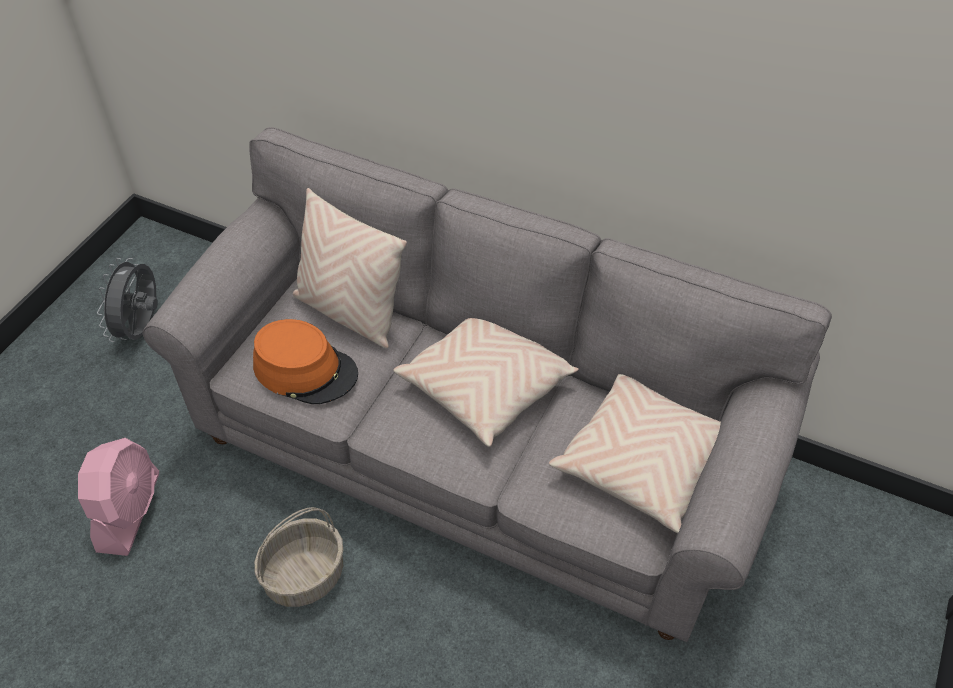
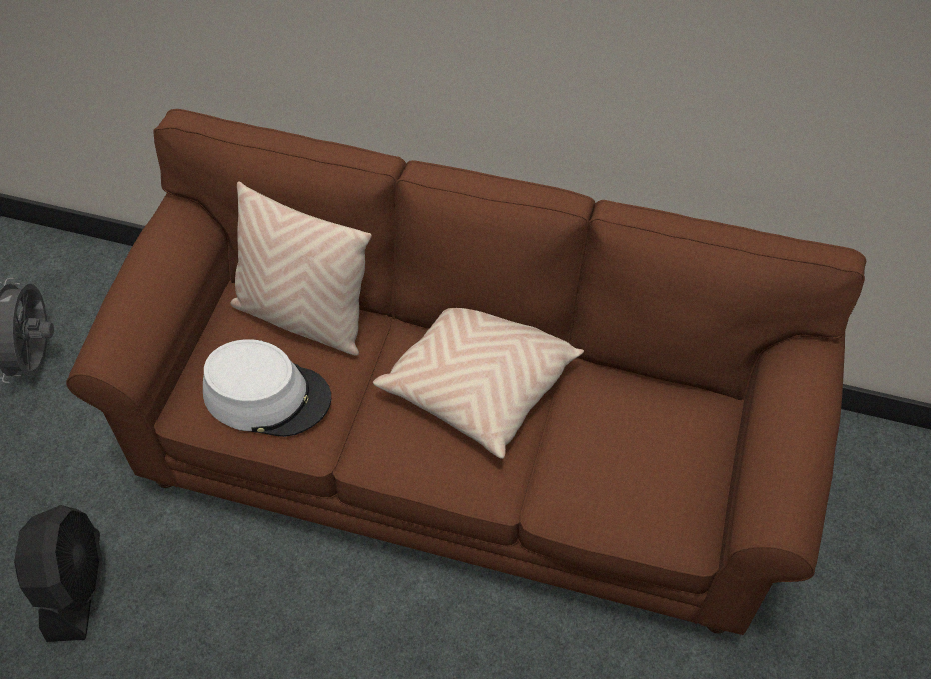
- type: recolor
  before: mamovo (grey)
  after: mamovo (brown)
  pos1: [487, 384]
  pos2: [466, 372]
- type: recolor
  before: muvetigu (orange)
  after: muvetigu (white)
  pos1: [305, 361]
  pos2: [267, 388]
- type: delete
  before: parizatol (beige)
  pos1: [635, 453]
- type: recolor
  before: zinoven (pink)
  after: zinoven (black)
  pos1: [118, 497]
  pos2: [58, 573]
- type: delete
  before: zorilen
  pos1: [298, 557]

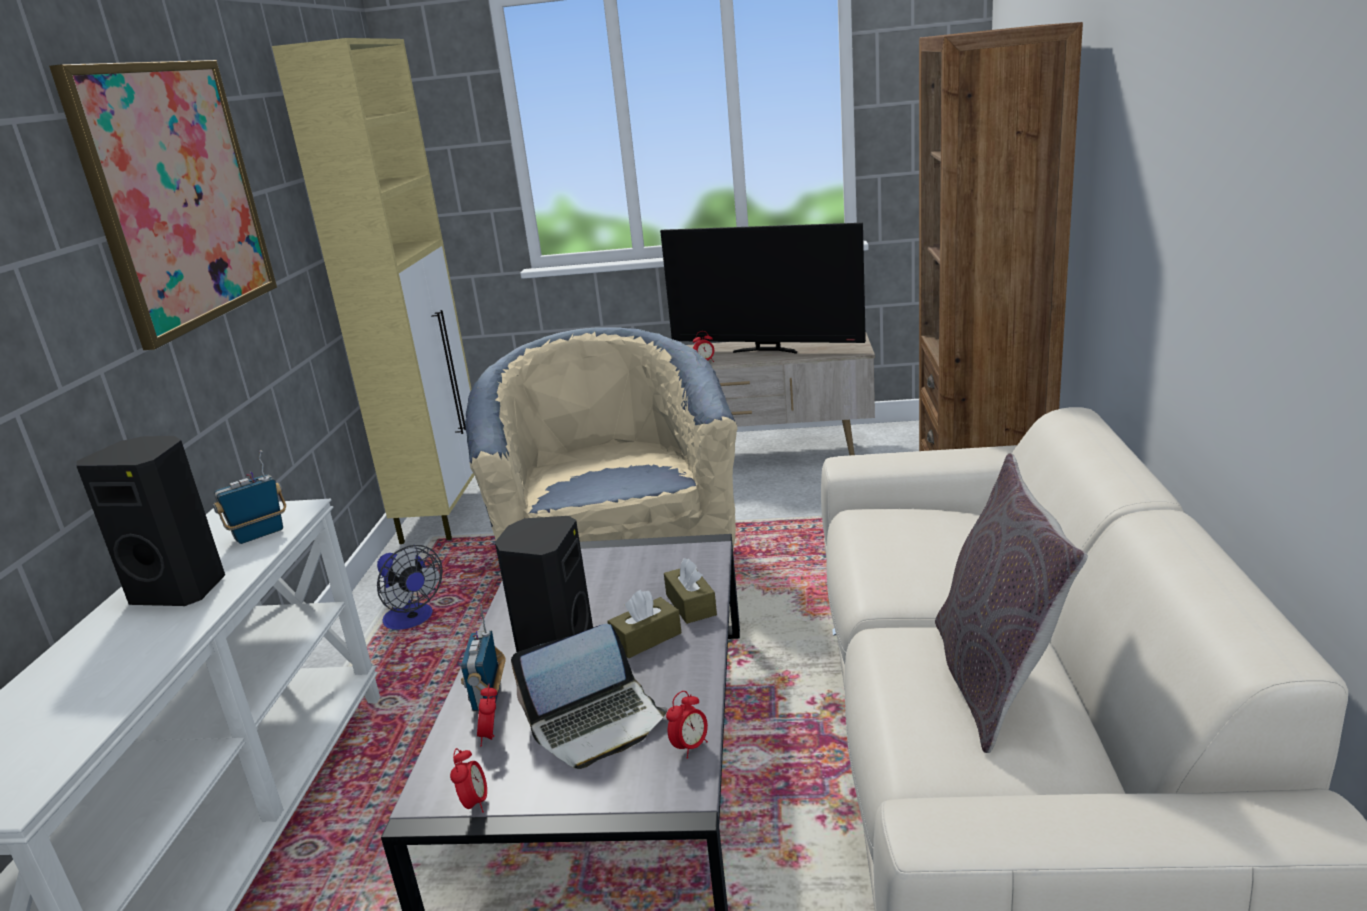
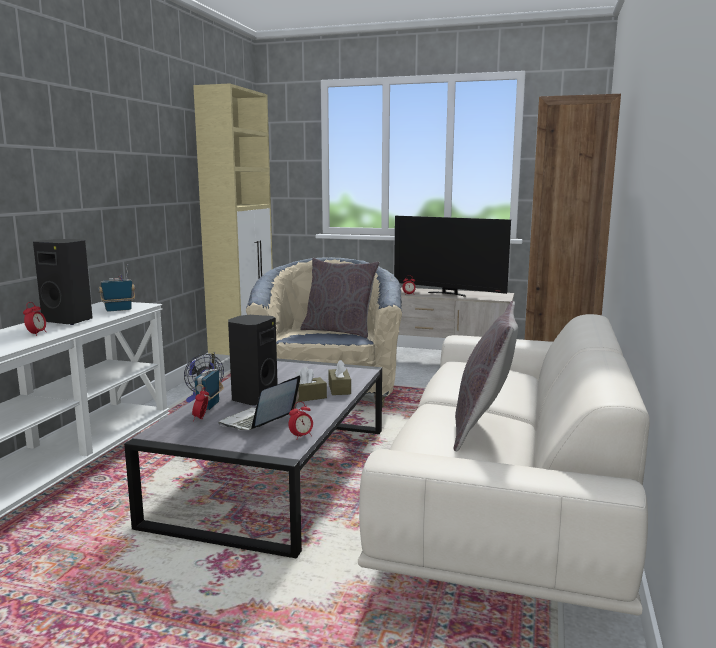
- type: delete
  before: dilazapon
  pos1: [163, 205]
- type: rotate
  before: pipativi
  pos1: [589, 696]
  pos2: [259, 402]
  turn: 135
- type: move
  before: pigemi
  pos1: [468, 780]
  pos2: [34, 319]
- type: insert
  after: parizatol (grey)
  pos2: [340, 298]

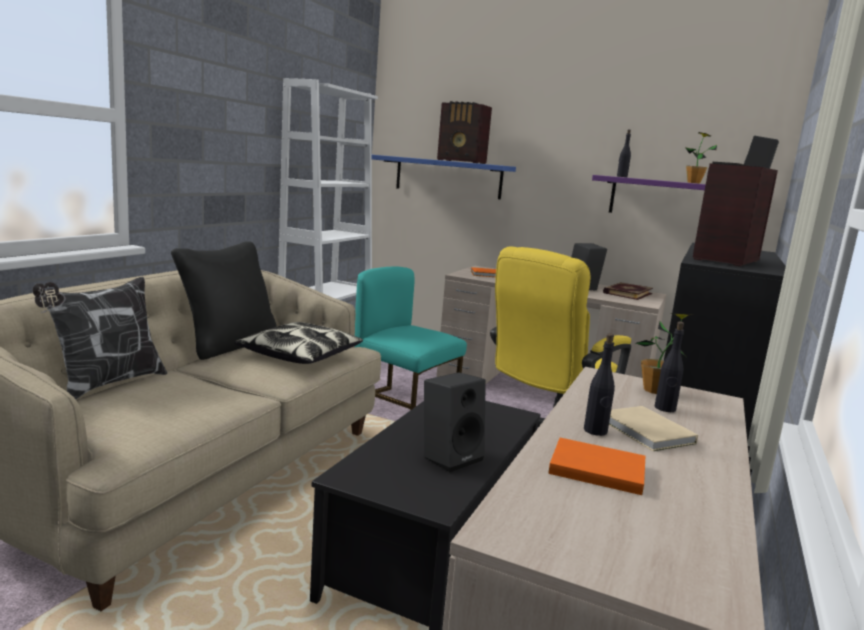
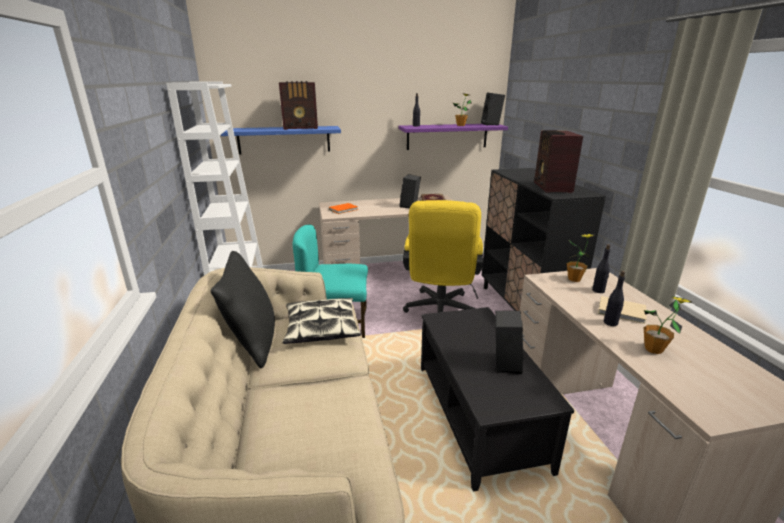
- type: delete
  before: parizatol
  pos1: [99, 338]
- type: replace
  before: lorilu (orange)
  after: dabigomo
  pos1: [596, 466]
  pos2: [668, 325]

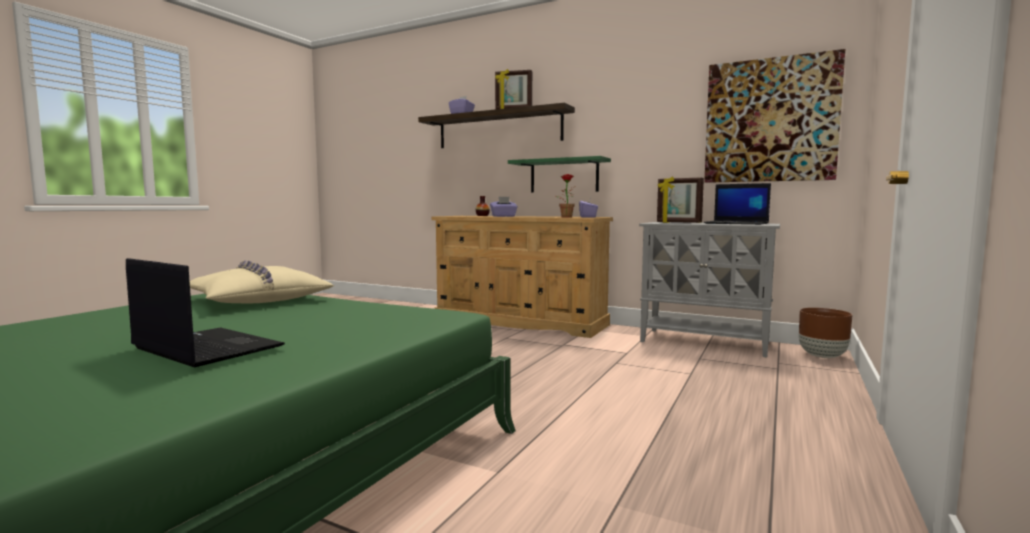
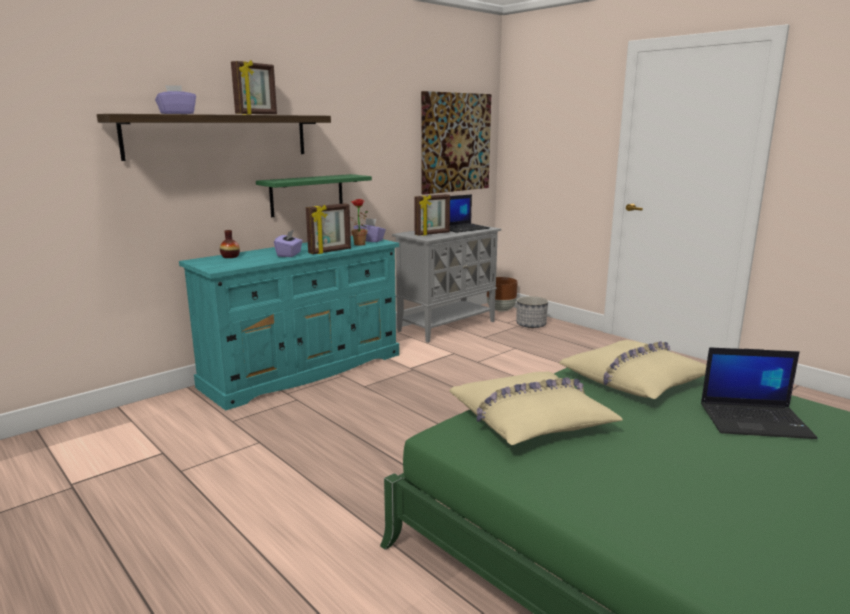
- type: recolor
  before: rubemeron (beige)
  after: rubemeron (turquoise)
  pos1: [522, 277]
  pos2: [289, 323]
- type: rotate
  before: pipativi
  pos1: [205, 313]
  pos2: [759, 393]
  turn: -135
- type: insert
  after: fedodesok
  pos2: [328, 228]
- type: insert
  after: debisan
  pos2: [532, 312]
- type: insert
  after: parizatol (beige)
  pos2: [632, 369]

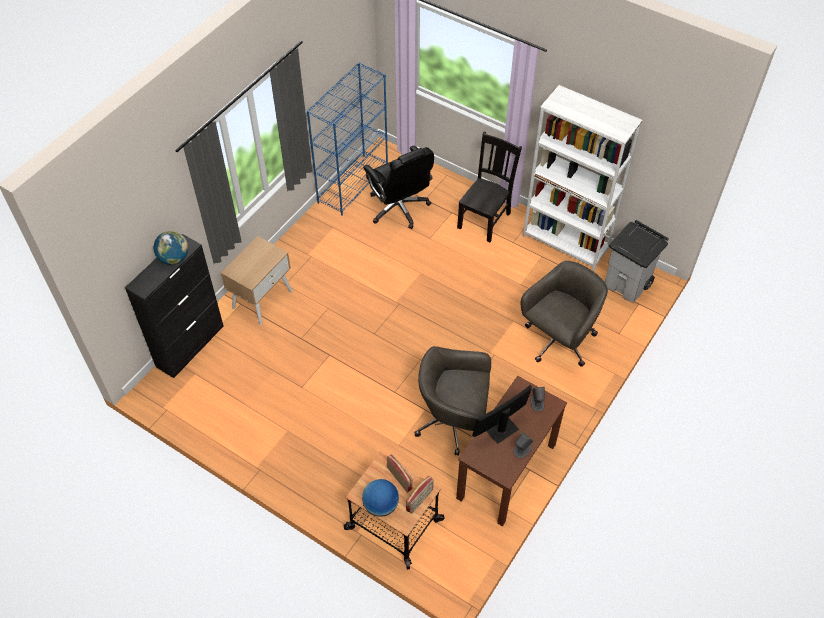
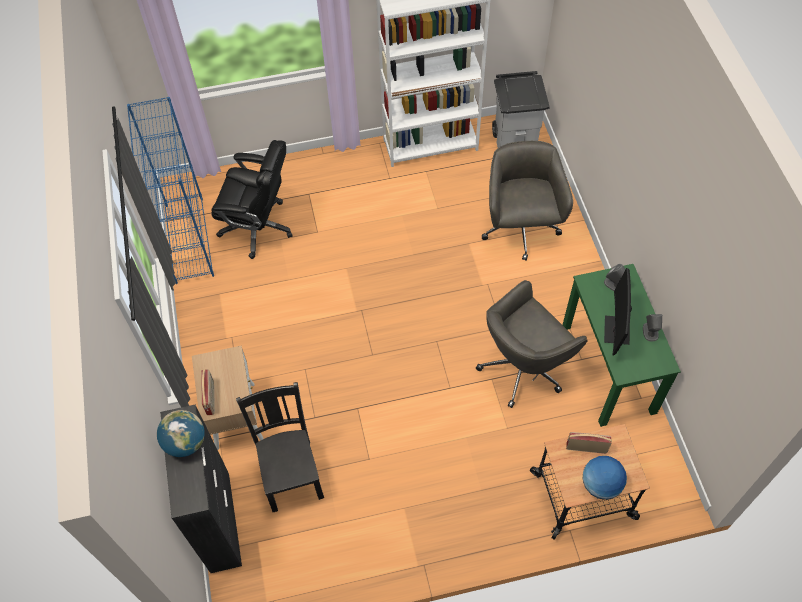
- type: move
  before: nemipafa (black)
  pos1: [489, 187]
  pos2: [280, 447]
- type: recolor
  before: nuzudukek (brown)
  after: nuzudukek (green)
  pos1: [511, 451]
  pos2: [622, 345]
- type: move
  before: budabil
  pos1: [420, 495]
  pos2: [208, 392]

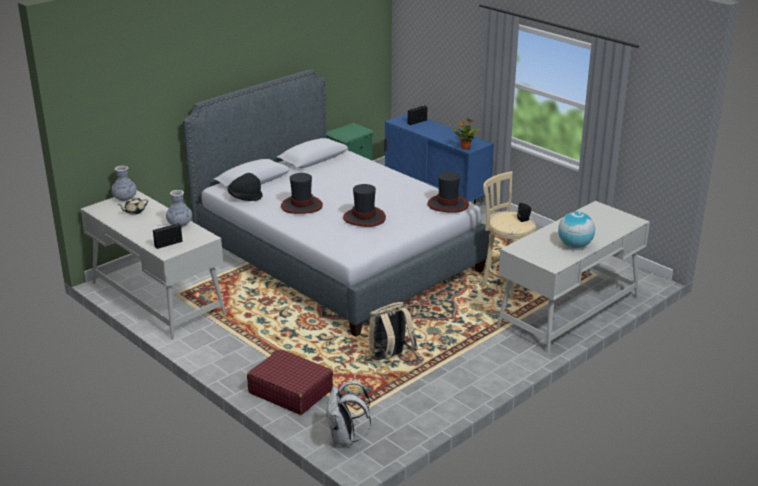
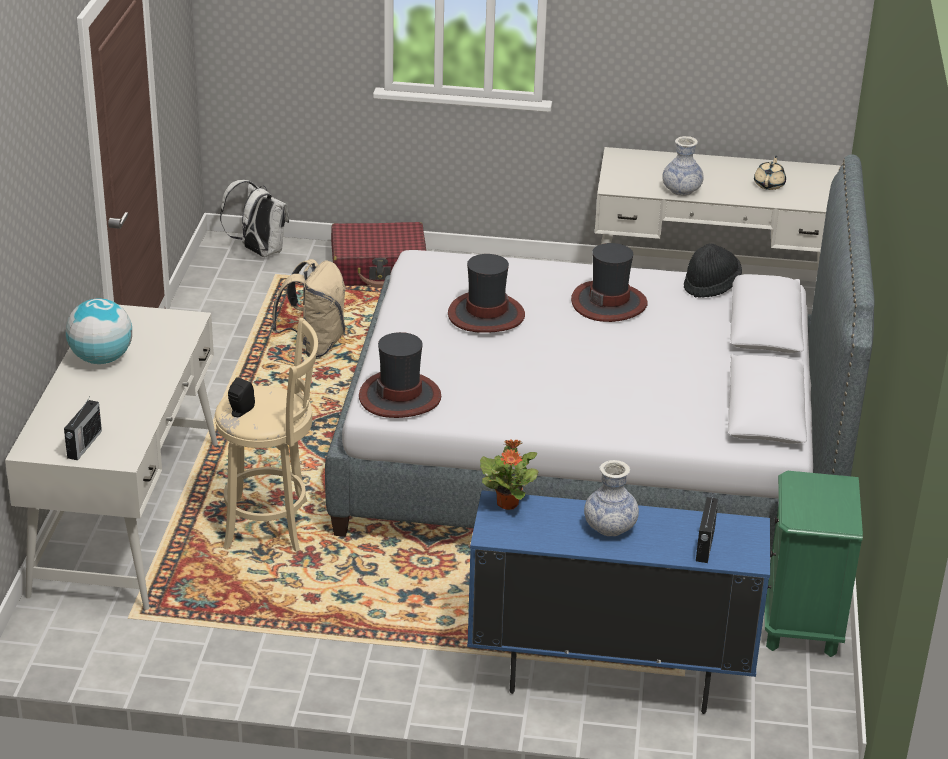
- type: move
  before: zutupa
  pos1: [124, 183]
  pos2: [611, 498]
- type: move
  before: budabil
  pos1: [168, 236]
  pos2: [83, 429]

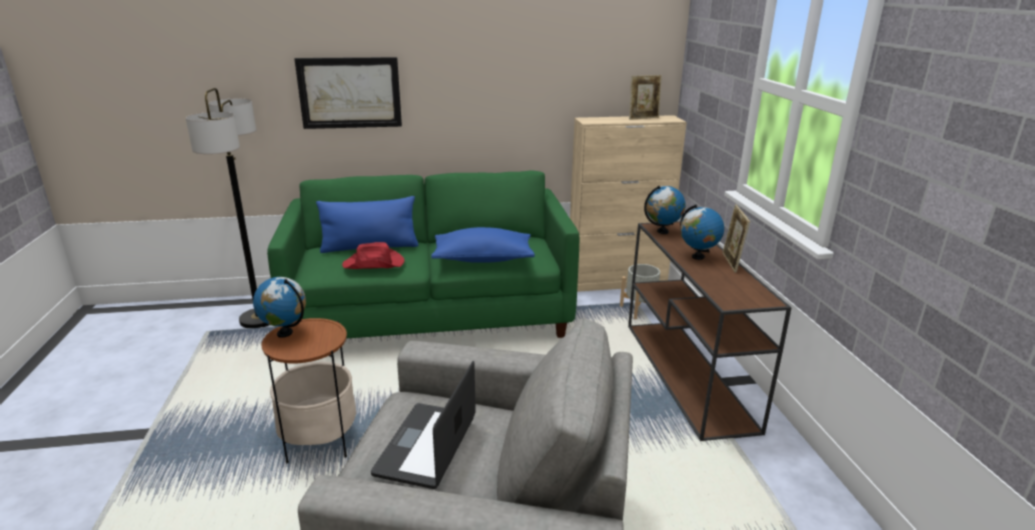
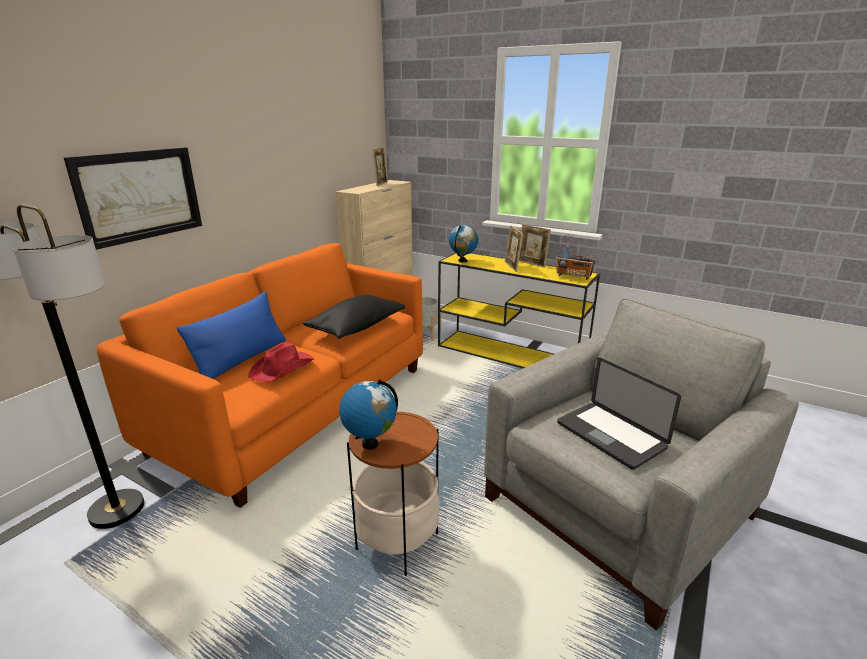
- type: recolor
  before: mamovo (green)
  after: mamovo (orange)
  pos1: [423, 255]
  pos2: [260, 375]
- type: replace
  before: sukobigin
  after: fedodesok
  pos1: [702, 232]
  pos2: [514, 248]
- type: recolor
  before: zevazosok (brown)
  after: zevazosok (yellow)
  pos1: [710, 331]
  pos2: [519, 310]
- type: recolor
  before: parizatol (blue)
  after: parizatol (black)
  pos1: [483, 245]
  pos2: [354, 317]
- type: insert
  after: budabil
  pos2: [575, 257]

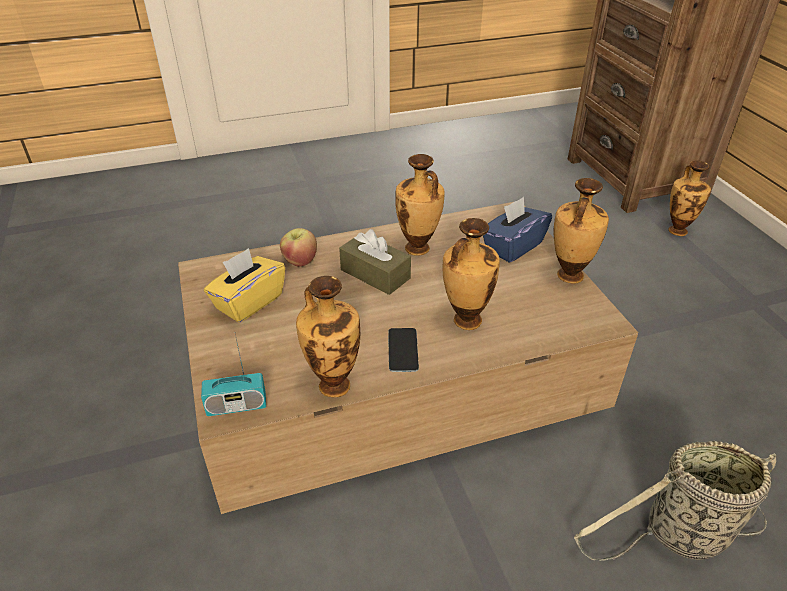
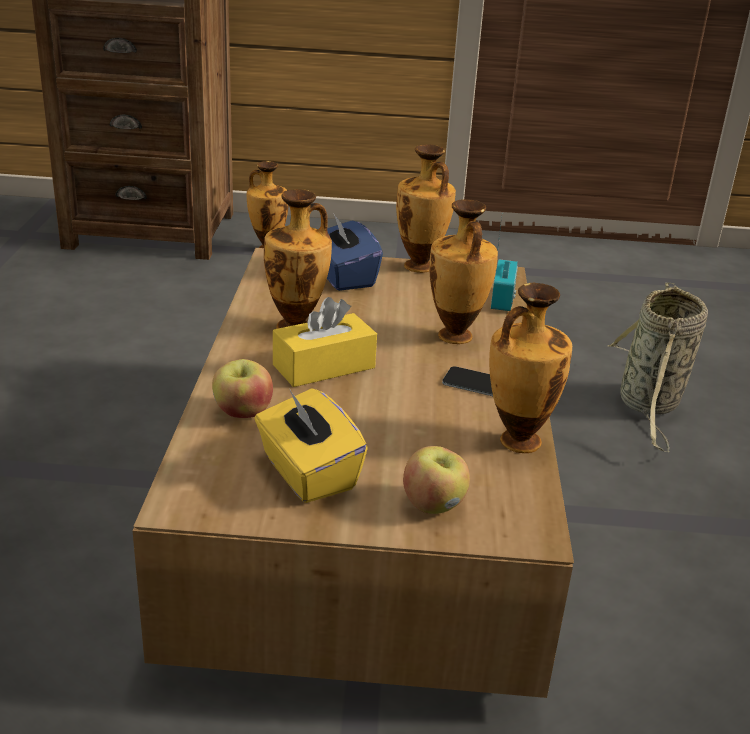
- type: recolor
  before: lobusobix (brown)
  after: lobusobix (yellow)
  pos1: [375, 262]
  pos2: [325, 342]
- type: move
  before: budabil
  pos1: [233, 375]
  pos2: [504, 264]
- type: insert
  after: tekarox
  pos2: [436, 480]

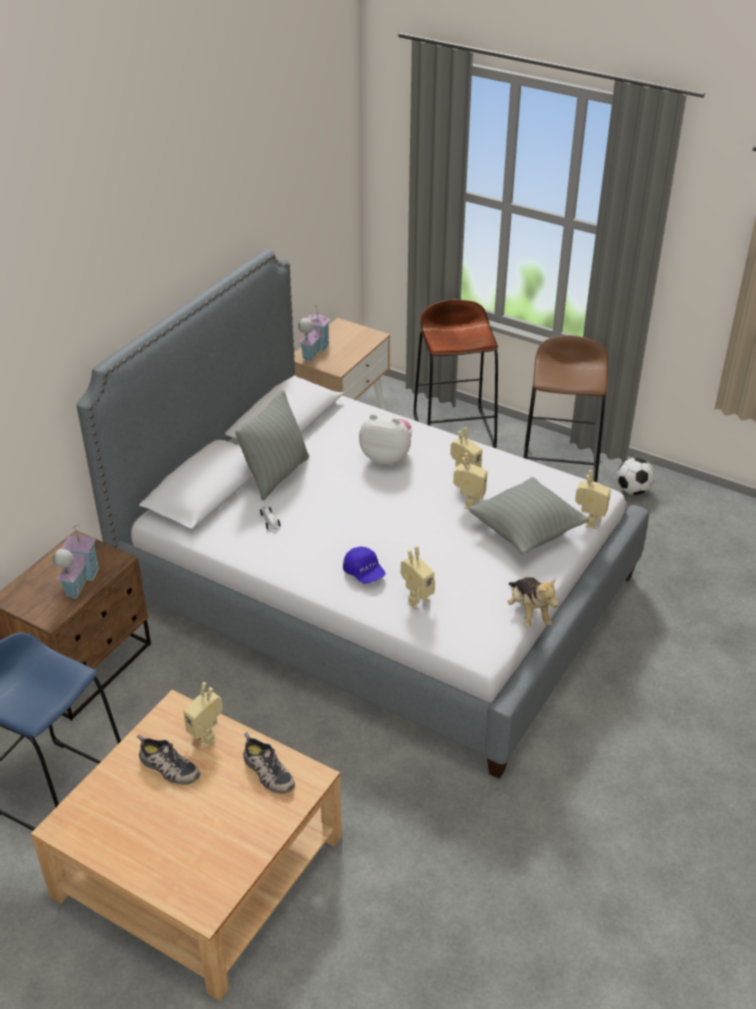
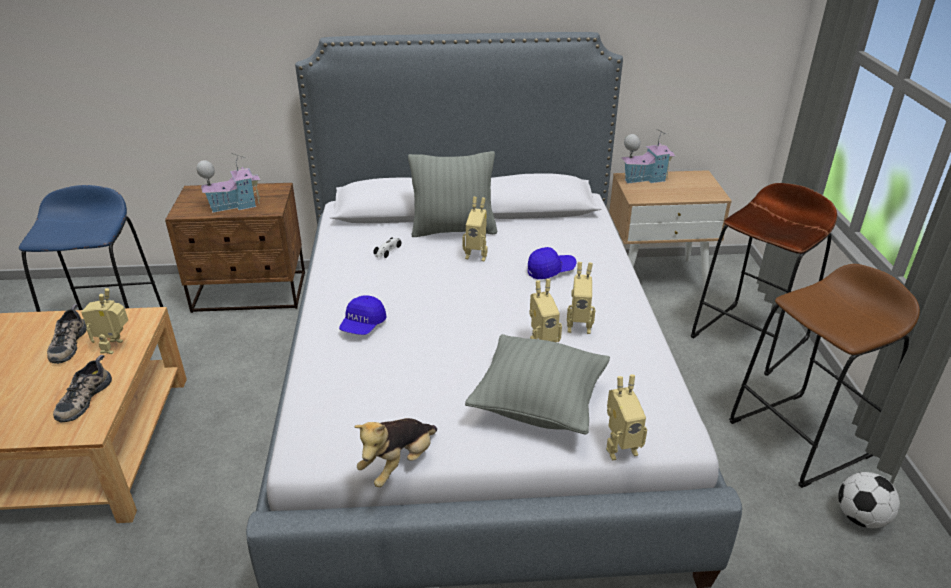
- type: replace
  before: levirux
  after: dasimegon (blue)
  pos1: [385, 440]
  pos2: [552, 263]
- type: move
  before: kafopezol
  pos1: [418, 578]
  pos2: [474, 229]

